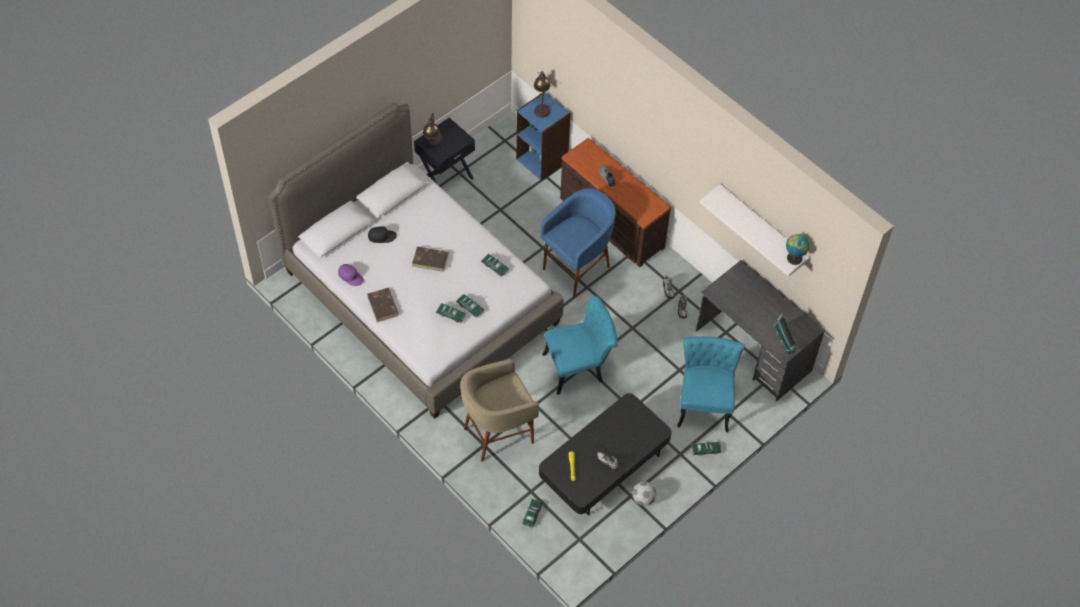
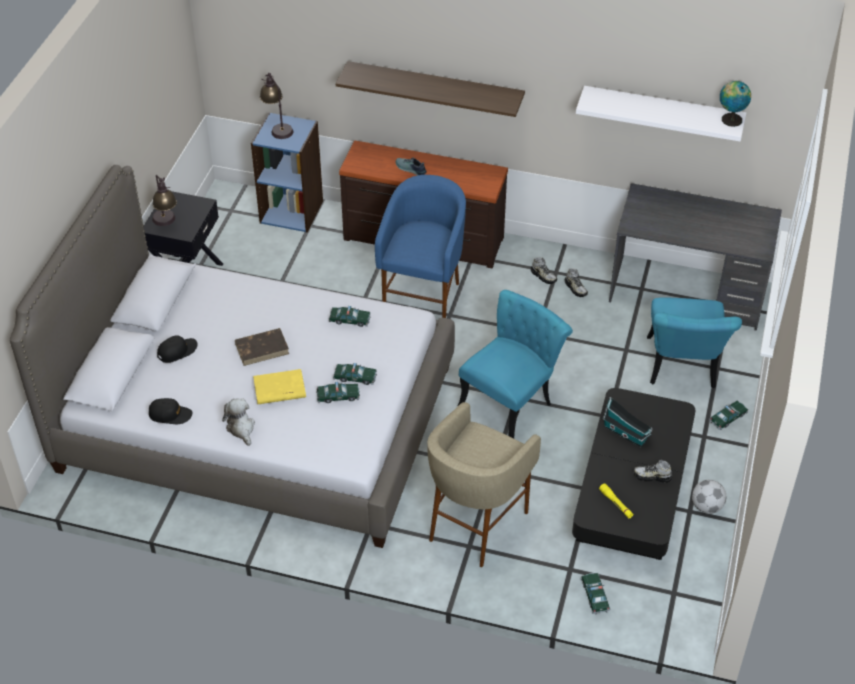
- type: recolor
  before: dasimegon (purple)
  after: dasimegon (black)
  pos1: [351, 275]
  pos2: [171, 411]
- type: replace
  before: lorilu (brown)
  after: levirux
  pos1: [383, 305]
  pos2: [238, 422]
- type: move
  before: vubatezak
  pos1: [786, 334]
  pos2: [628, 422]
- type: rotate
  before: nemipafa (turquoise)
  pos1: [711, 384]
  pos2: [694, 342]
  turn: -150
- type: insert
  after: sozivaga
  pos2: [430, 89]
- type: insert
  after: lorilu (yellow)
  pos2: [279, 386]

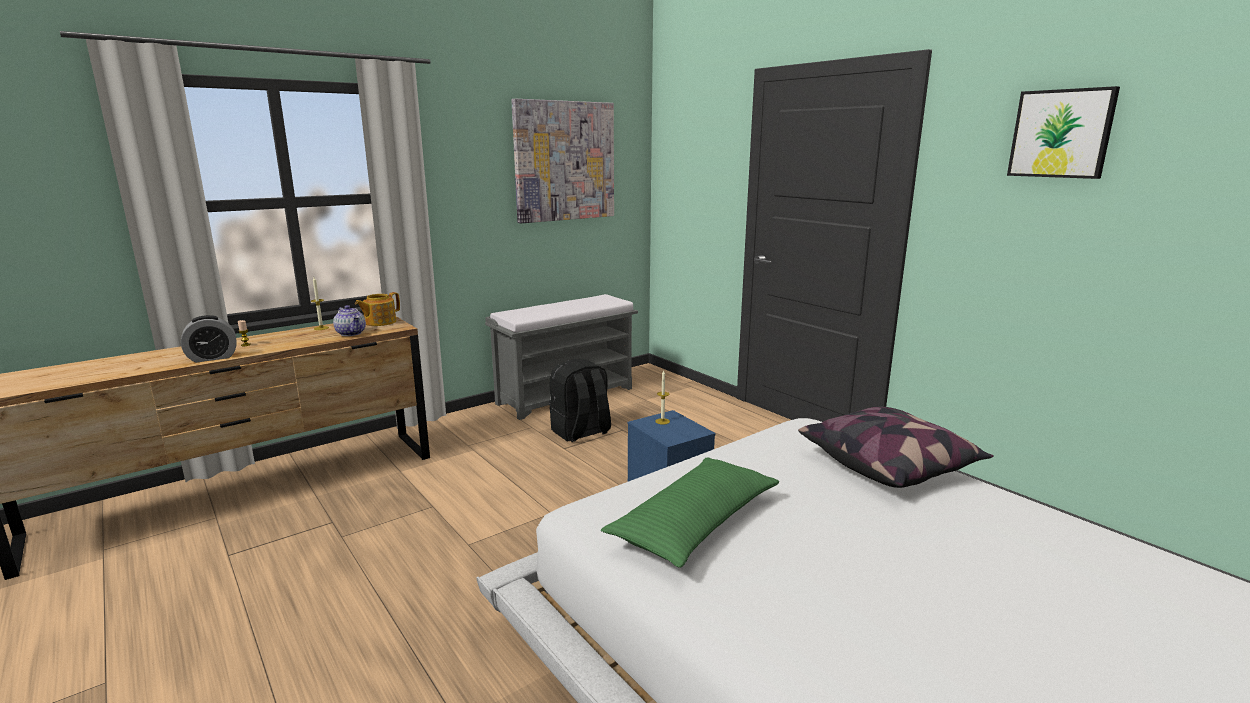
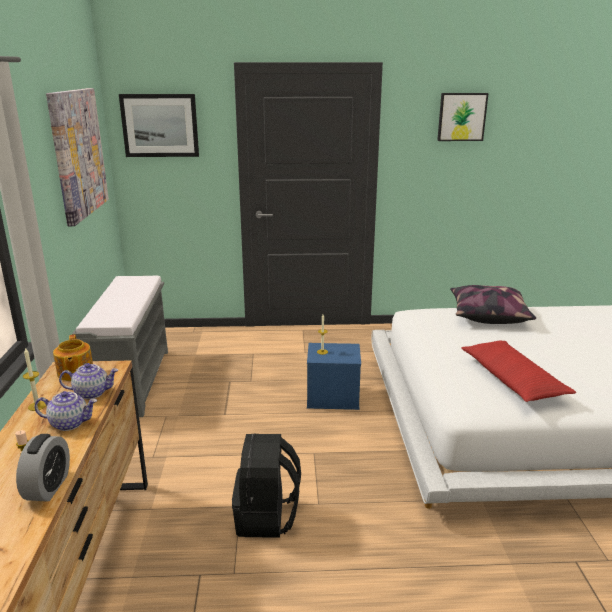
- type: move
  before: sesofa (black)
  pos1: [580, 400]
  pos2: [266, 485]
- type: recolor
  before: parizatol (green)
  after: parizatol (red)
  pos1: [690, 512]
  pos2: [518, 371]
- type: insert
  after: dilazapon
  pos2: [159, 125]
- type: insert
  after: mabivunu
  pos2: [65, 411]

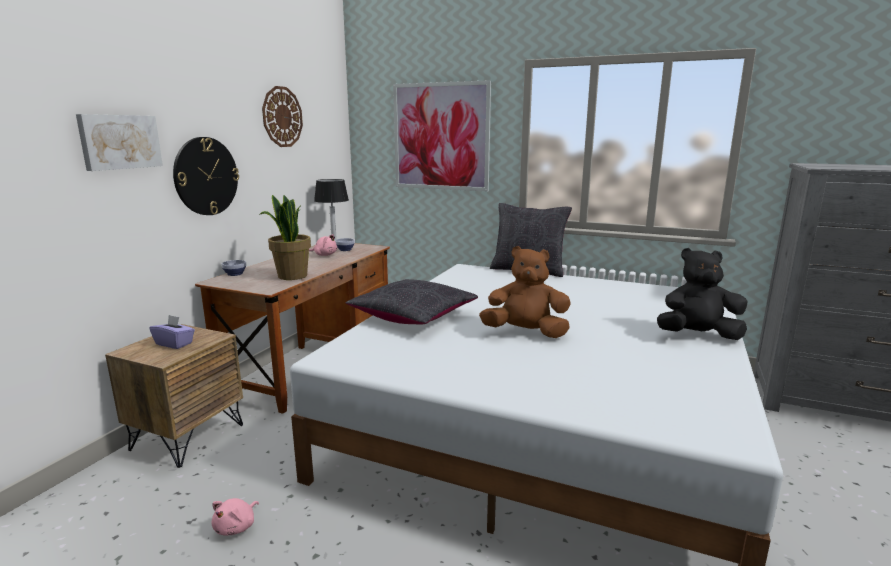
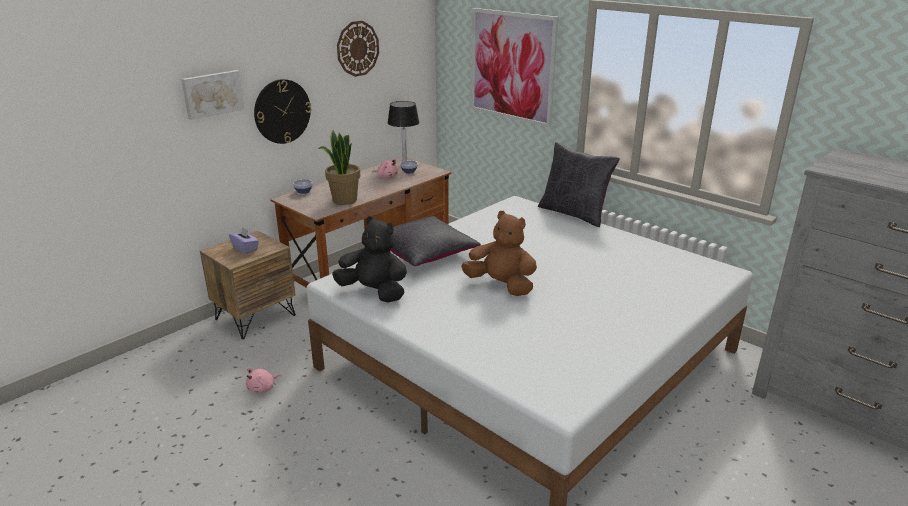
- type: move
  before: levirux (black)
  pos1: [702, 294]
  pos2: [369, 259]

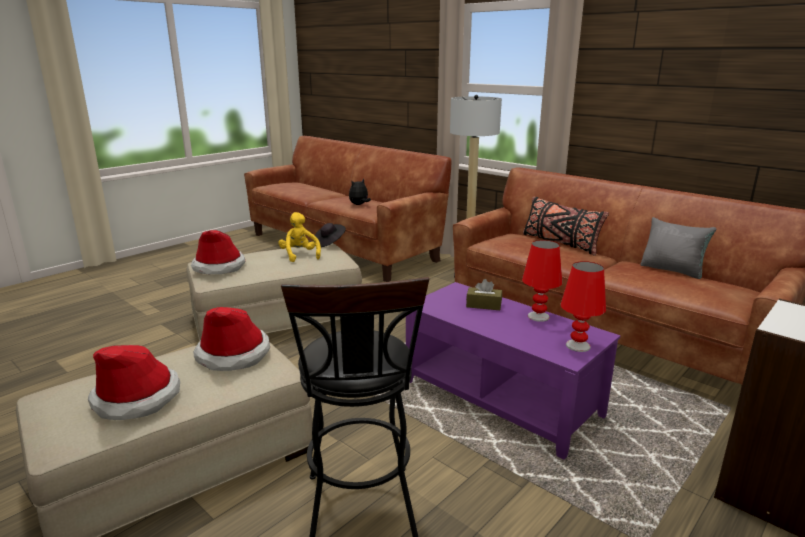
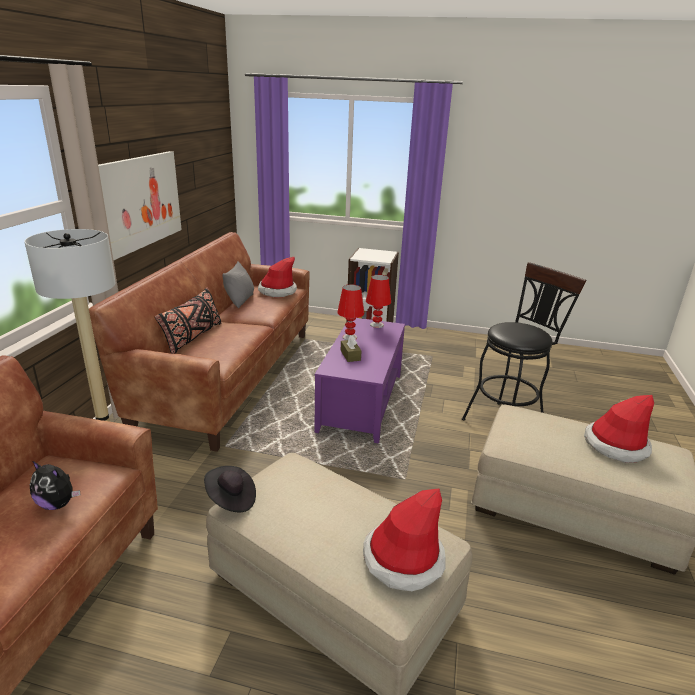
- type: delete
  before: levirux (yellow)
  pos1: [299, 237]
- type: move
  before: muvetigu
  pos1: [231, 339]
  pos2: [277, 277]
- type: insert
  after: dilazapon
  pos2: [140, 205]

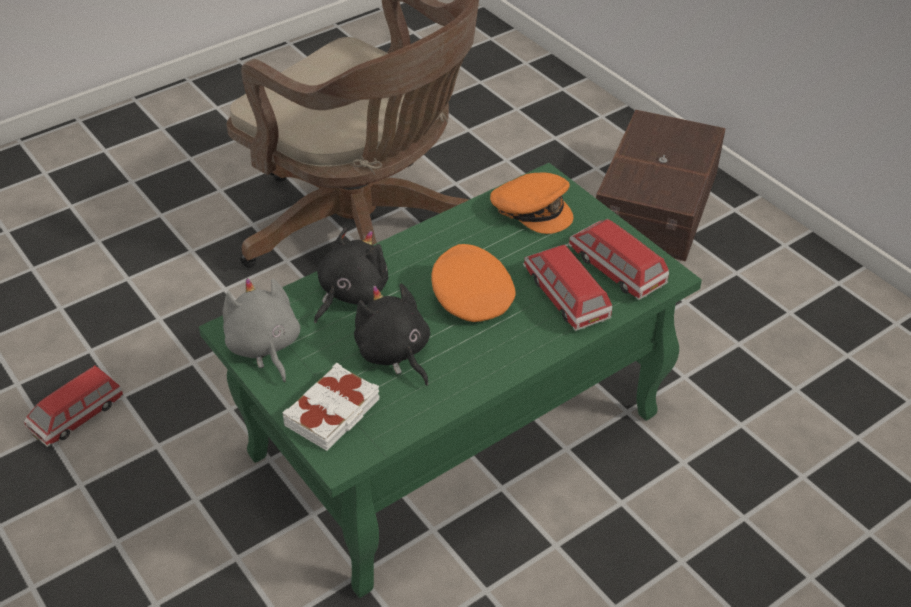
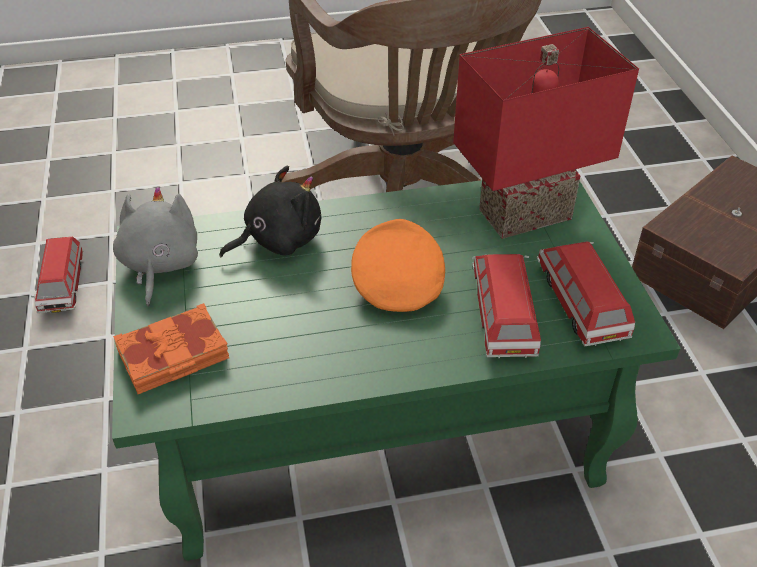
- type: replace
  before: dasimegon (orange)
  after: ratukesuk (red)
  pos1: [531, 203]
  pos2: [546, 133]
- type: delete
  before: levirux (black)
  pos1: [392, 334]
- type: recolor
  before: lorilu (white)
  after: lorilu (orange)
  pos1: [331, 407]
  pos2: [171, 348]
- type: rotate
  before: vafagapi
  pos1: [74, 406]
  pos2: [57, 275]
  turn: -75

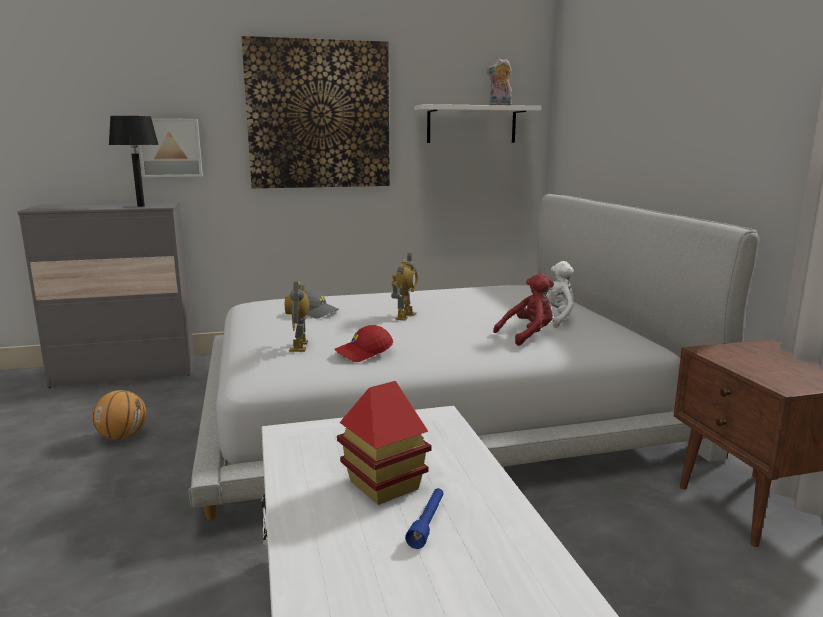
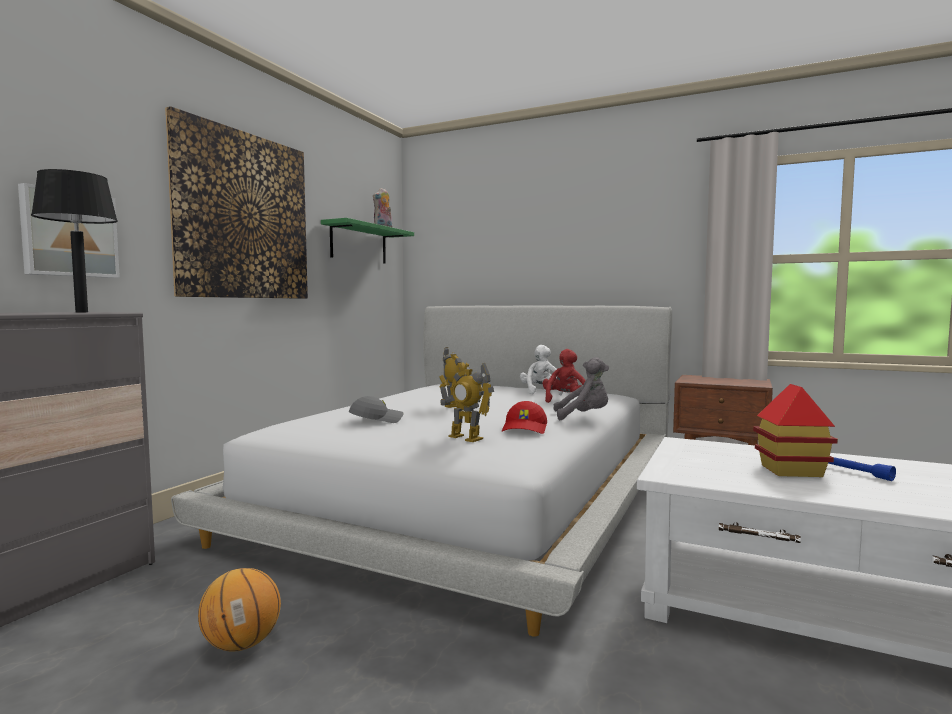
- type: recolor
  before: sozivaga (white)
  after: sozivaga (green)
  pos1: [477, 123]
  pos2: [367, 241]
- type: insert
  after: levirux (grey)
  pos2: [581, 388]

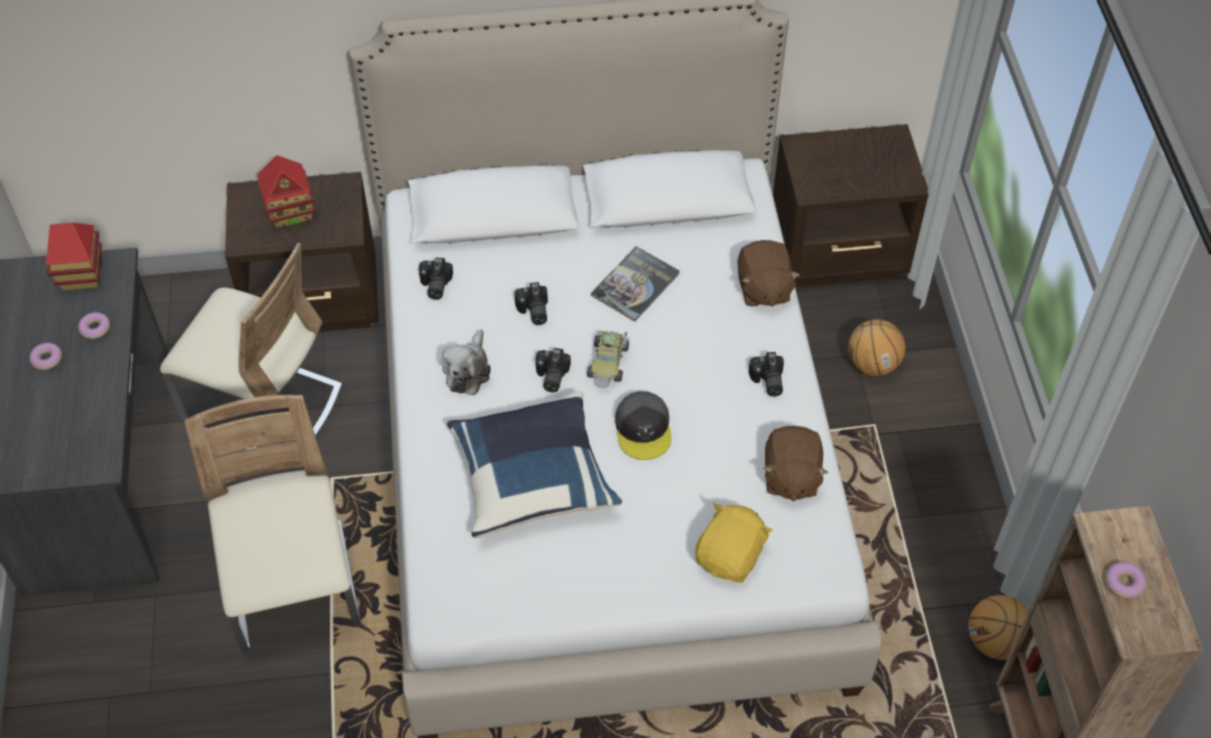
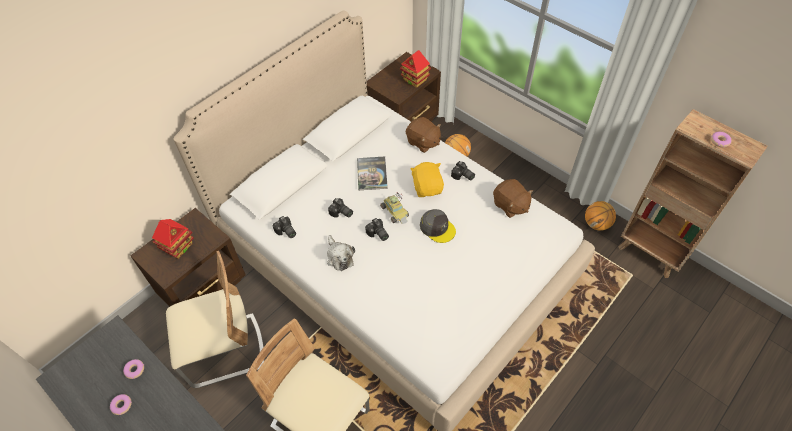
- type: move
  before: vubatezak
  pos1: [74, 257]
  pos2: [415, 69]
- type: delete
  before: parizatol (blue)
  pos1: [534, 464]
- type: move
  before: levirux (yellow)
  pos1: [734, 542]
  pos2: [427, 179]

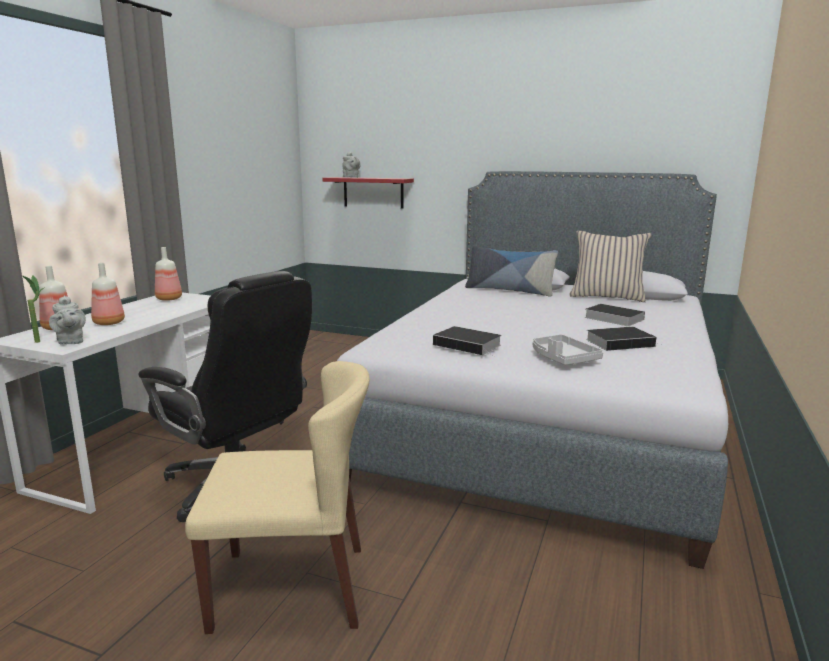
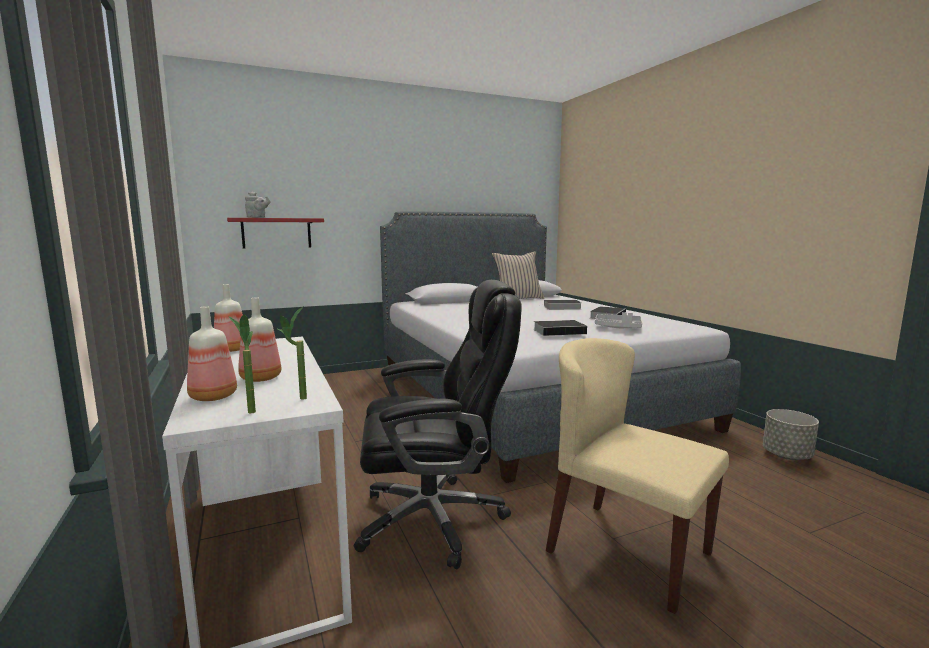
- type: delete
  before: parizatol
  pos1: [511, 271]
- type: replace
  before: mabivunu (grey)
  after: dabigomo
  pos1: [67, 320]
  pos2: [291, 353]
- type: rotate
  before: nemipafa (beige)
  pos1: [277, 497]
  pos2: [637, 476]
  turn: -90
- type: insert
  after: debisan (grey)
  pos2: [791, 434]

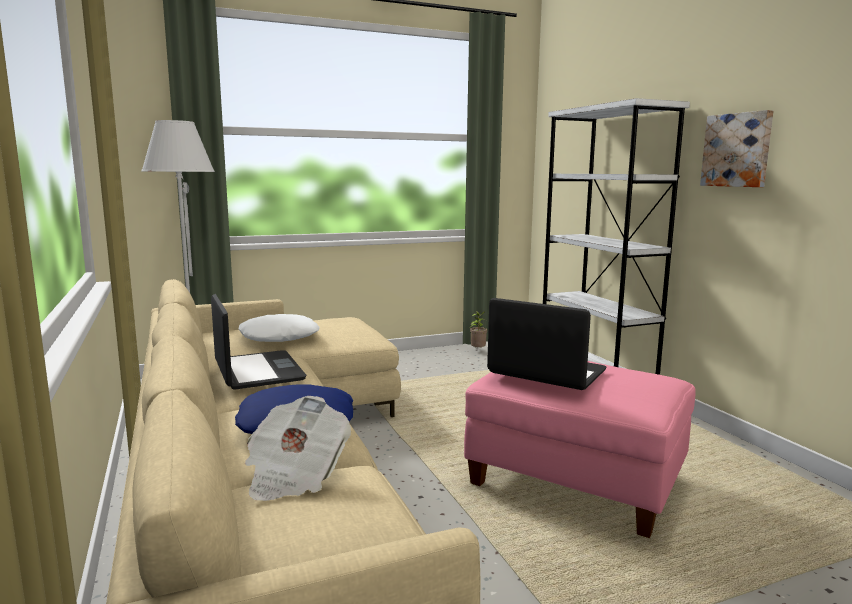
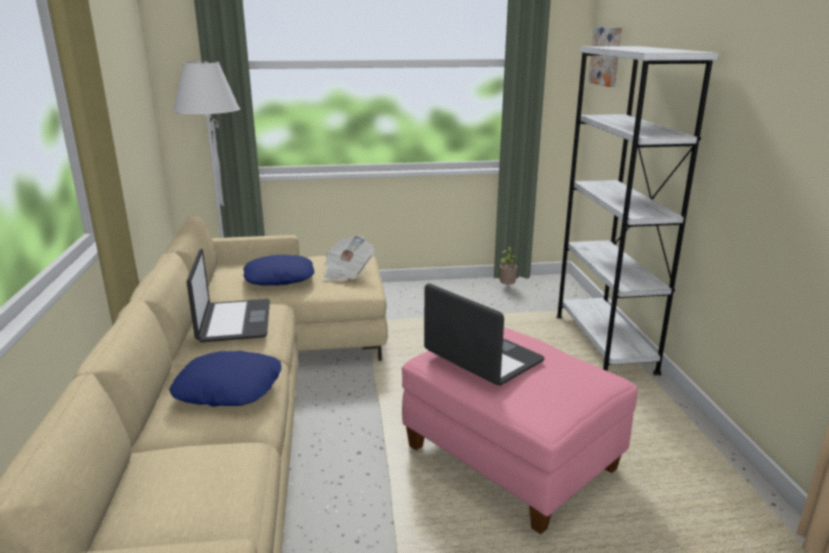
- type: move
  before: dilazapon
  pos1: [737, 148]
  pos2: [605, 57]
- type: recolor
  before: parizatol (white)
  after: parizatol (blue)
  pos1: [279, 328]
  pos2: [279, 270]
- type: move
  before: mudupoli
  pos1: [298, 448]
  pos2: [349, 258]

